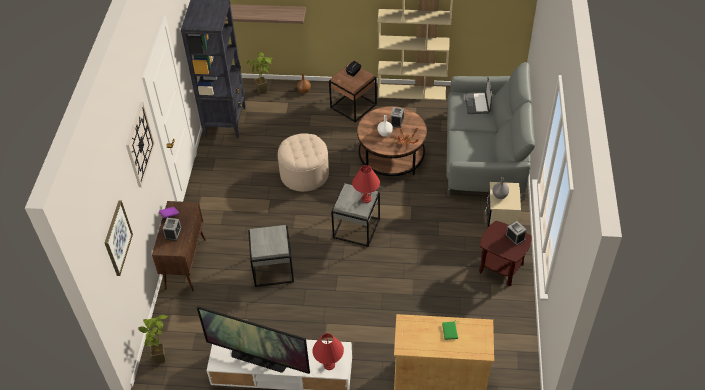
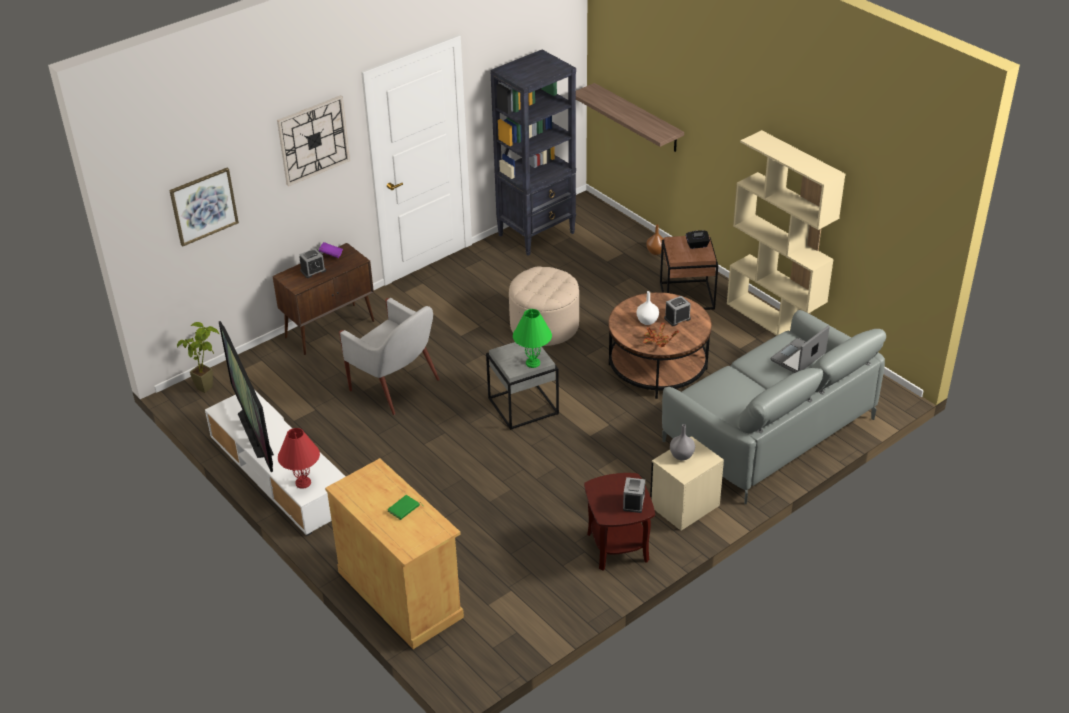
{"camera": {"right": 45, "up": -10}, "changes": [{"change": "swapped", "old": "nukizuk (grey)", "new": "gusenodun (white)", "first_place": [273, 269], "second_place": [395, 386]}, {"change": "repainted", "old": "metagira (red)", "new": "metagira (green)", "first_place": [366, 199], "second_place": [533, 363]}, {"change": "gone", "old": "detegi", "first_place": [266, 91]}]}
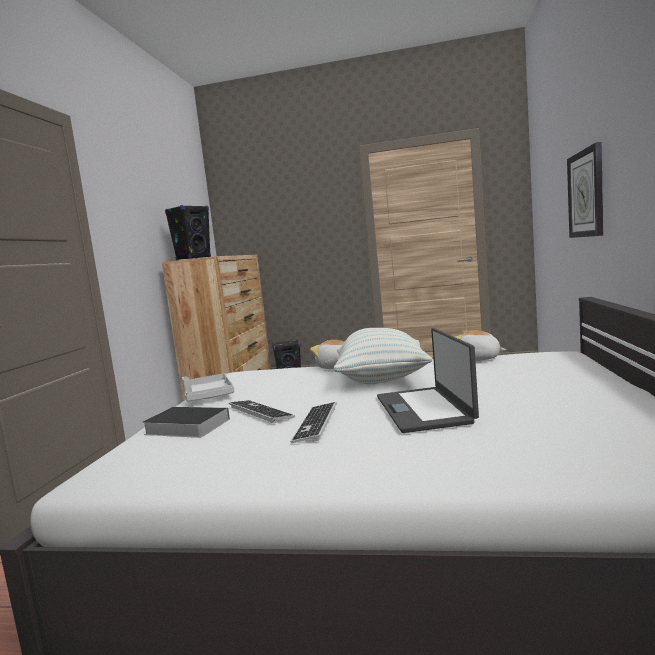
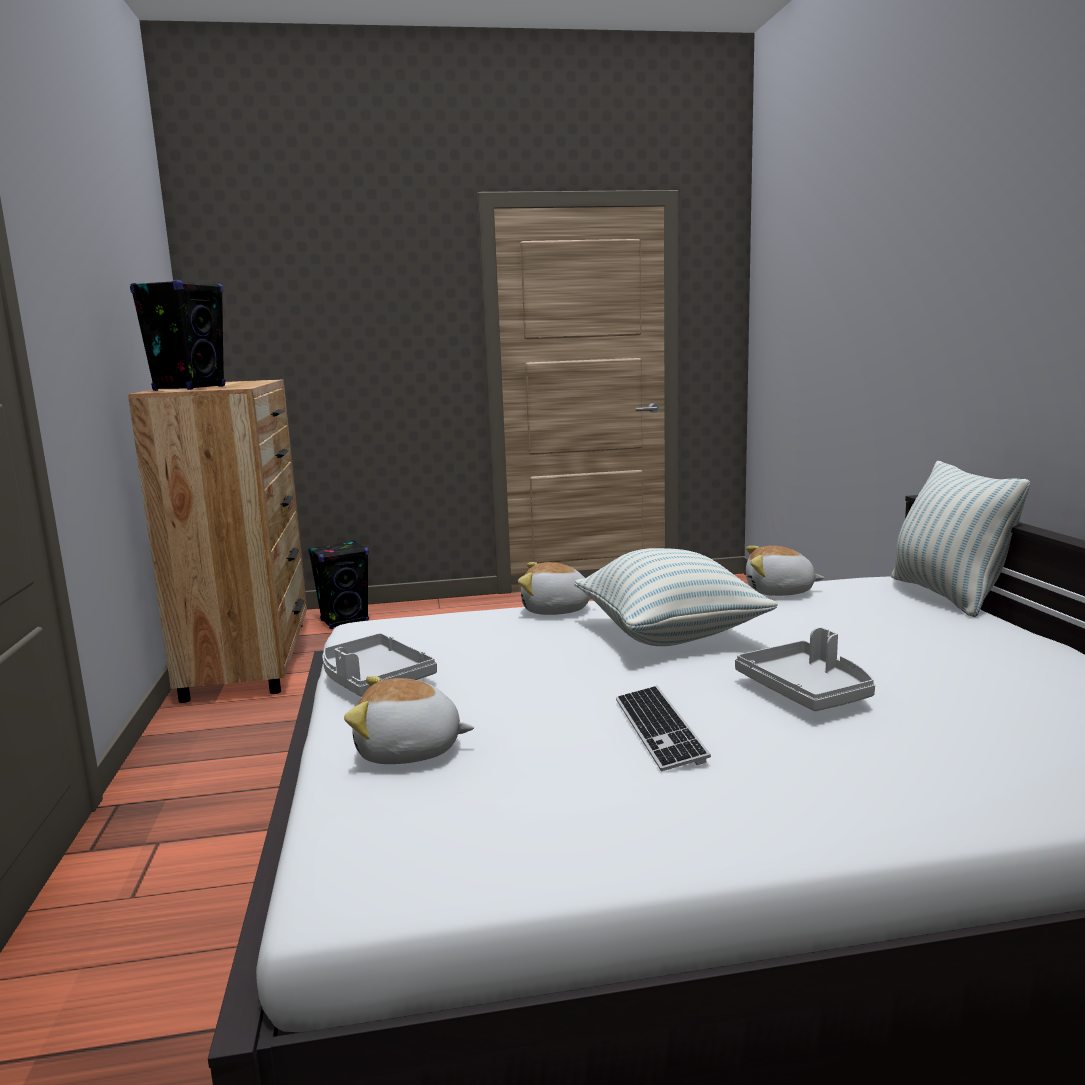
{"camera": {"right": -20, "up": 5}, "changes": [{"change": "swapped", "old": "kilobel", "new": "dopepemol", "first_place": [185, 427], "second_place": [408, 751]}, {"change": "swapped", "old": "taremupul", "new": "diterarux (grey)", "first_place": [424, 409], "second_place": [807, 691]}, {"change": "new", "new": "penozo", "second_place": [947, 595]}, {"change": "gone", "old": "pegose", "first_place": [260, 412]}, {"change": "gone", "old": "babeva", "first_place": [586, 194]}]}
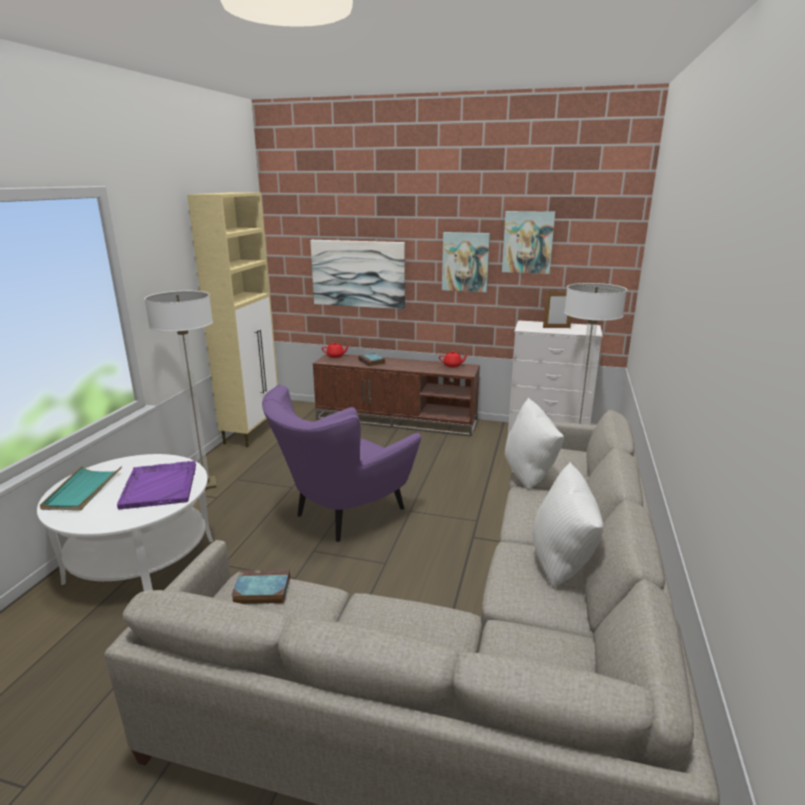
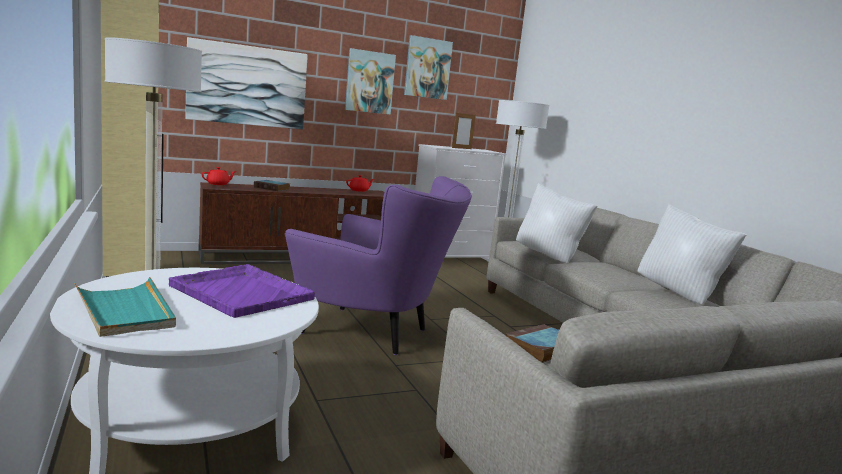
{"camera": {"right": -40, "up": -10}, "changes": [{"change": "rotated", "old": "gusenodun (purple)", "first_place": [343, 515], "second_place": [374, 333], "degrees": -75}]}
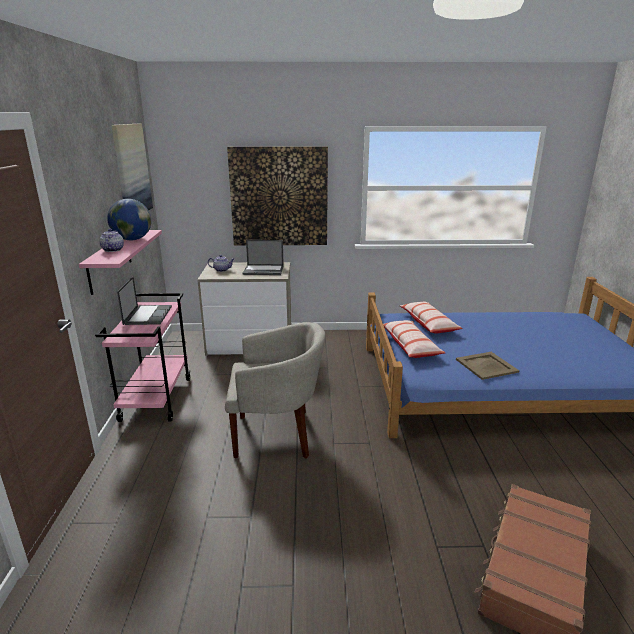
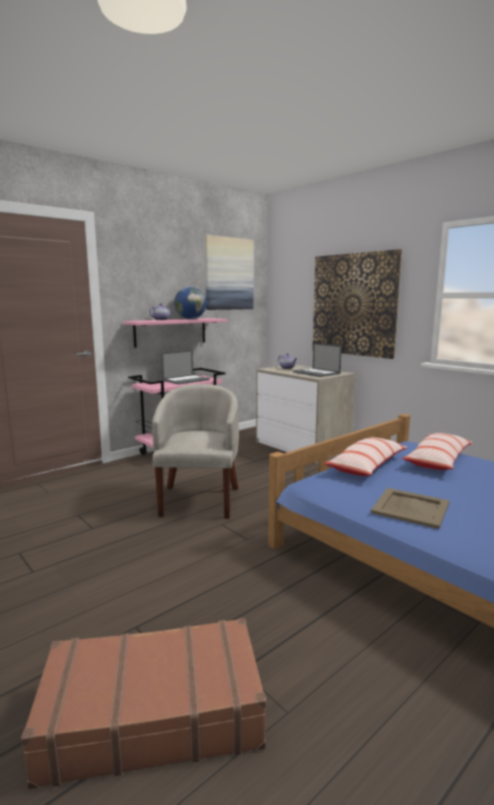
{"camera": {"right": 50, "up": -10}, "changes": [{"change": "rotated", "old": "gusenodun (beige)", "first_place": [277, 434], "second_place": [199, 500], "degrees": -135}]}
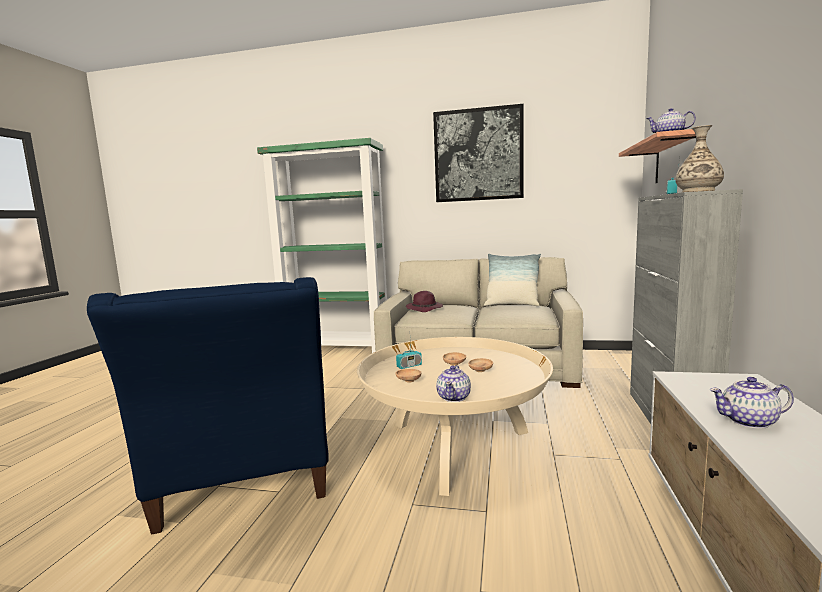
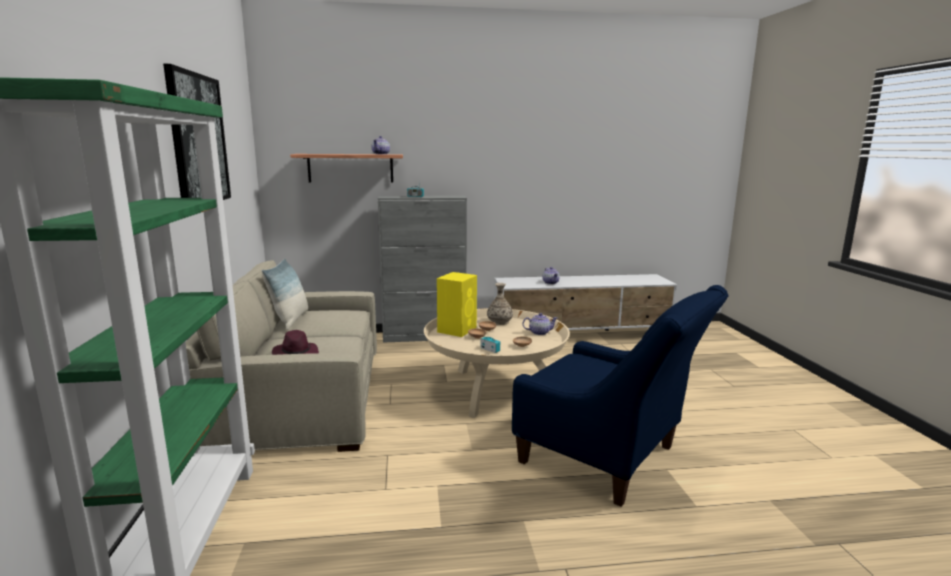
{"camera": {"right": -110, "up": 5}, "changes": [{"change": "new", "new": "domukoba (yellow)", "second_place": [457, 329]}, {"change": "shifted", "old": "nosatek", "first_place": [698, 191], "second_place": [499, 322]}, {"change": "rotated", "old": "gusenodun (blue)", "first_place": [245, 485], "second_place": [608, 459], "degrees": 75}]}
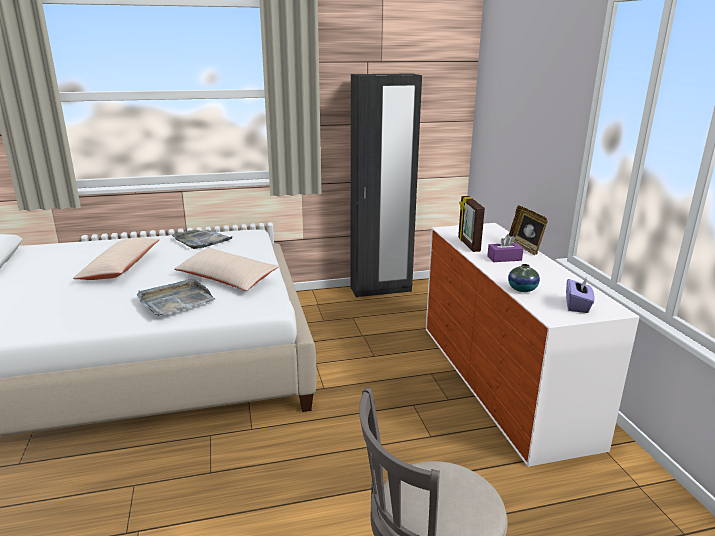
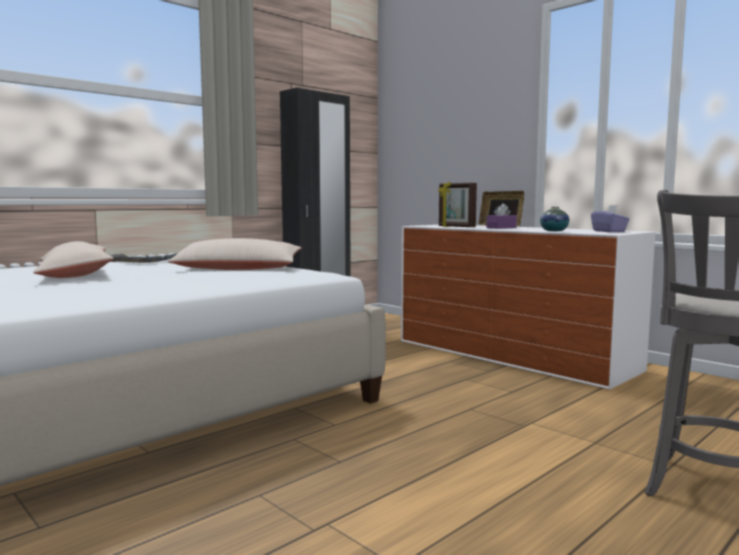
{"camera": {"right": -30, "up": -15}, "changes": [{"change": "gone", "old": "diterarux (grey)", "first_place": [175, 300]}]}
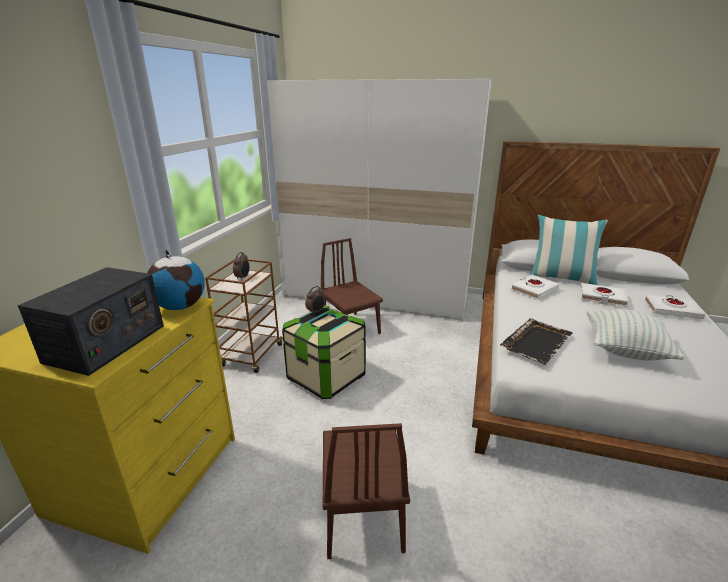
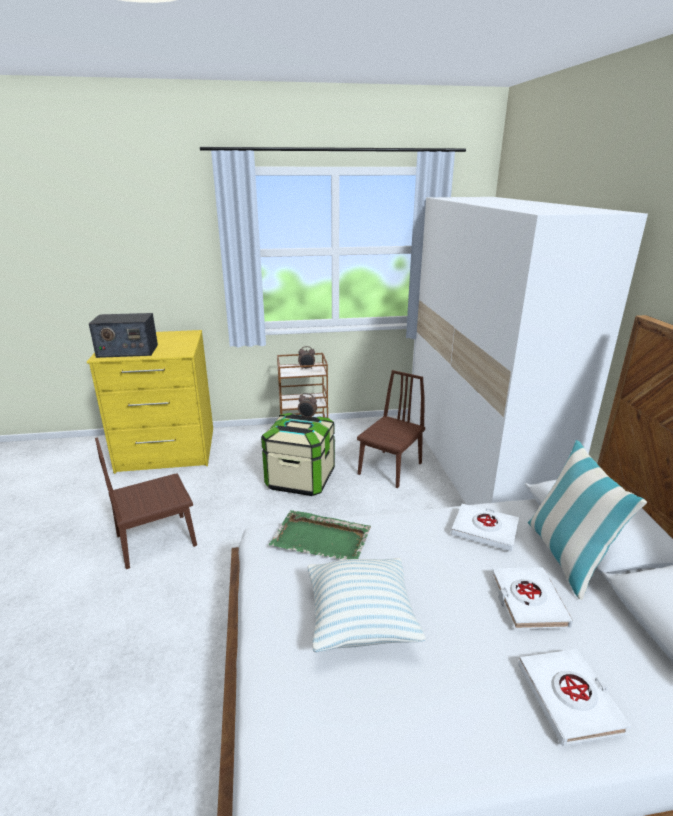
{"camera": {"right": 65, "up": 0}, "changes": [{"change": "repainted", "old": "diterarux (black)", "new": "diterarux (green)", "first_place": [537, 342], "second_place": [322, 539]}, {"change": "gone", "old": "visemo", "first_place": [180, 306]}]}
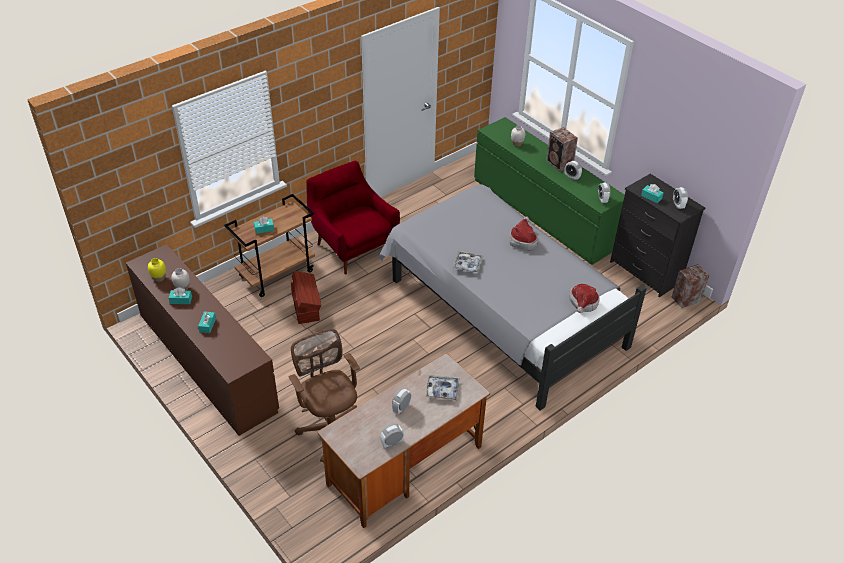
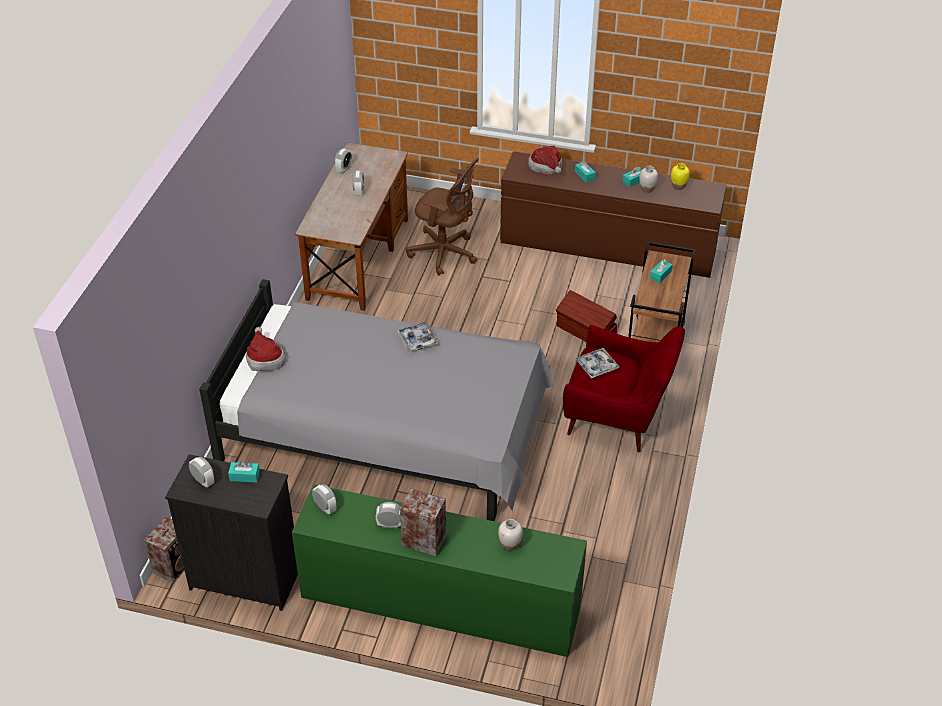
{"camera": {"right": 145, "up": 0}, "changes": [{"change": "shifted", "old": "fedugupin", "first_place": [523, 240], "second_place": [546, 168]}, {"change": "shifted", "old": "diterarux", "first_place": [442, 390], "second_place": [596, 366]}]}
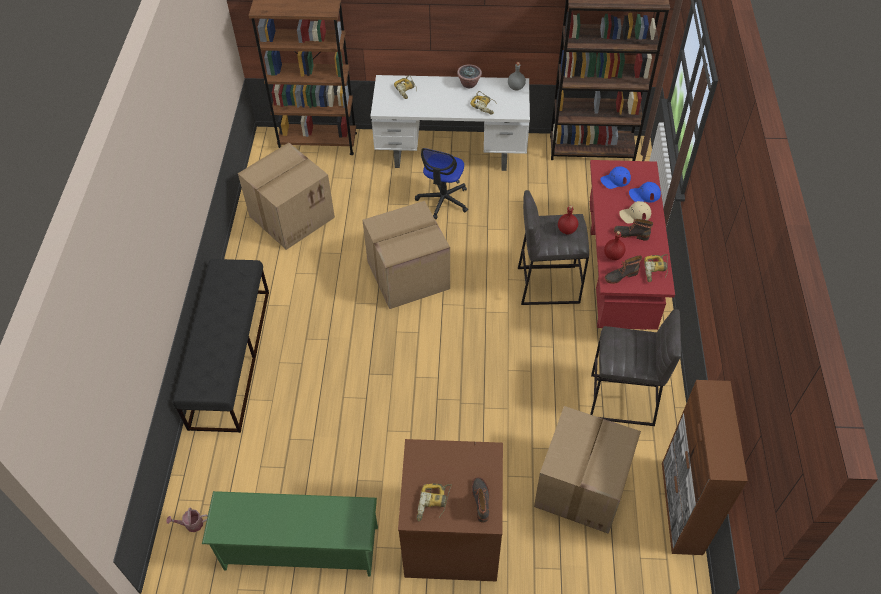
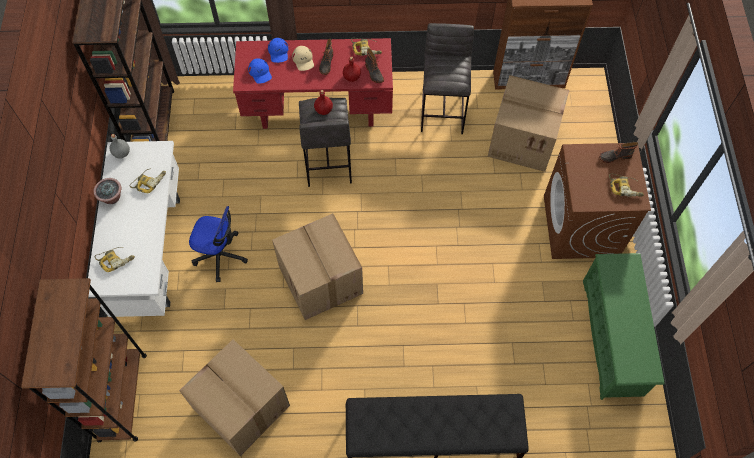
{"camera": {"right": -95, "up": 10}, "changes": [{"change": "gone", "old": "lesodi", "first_place": [191, 524]}]}
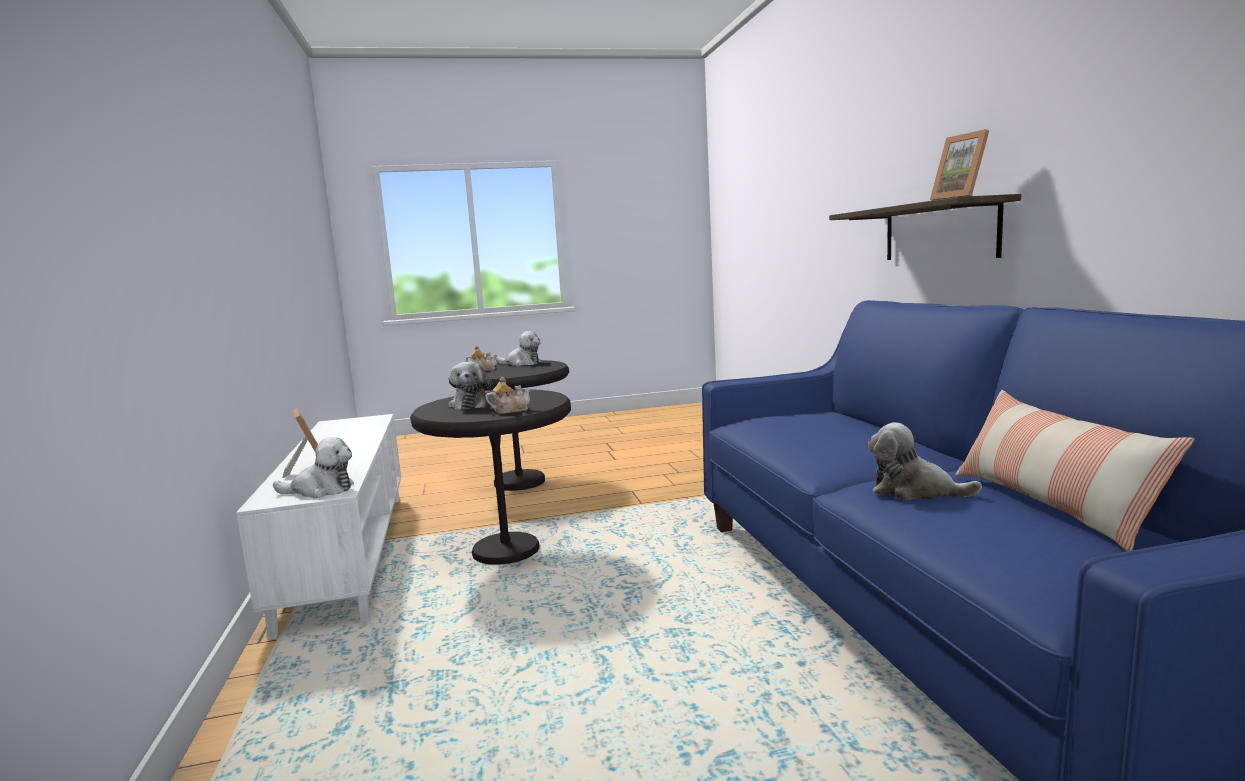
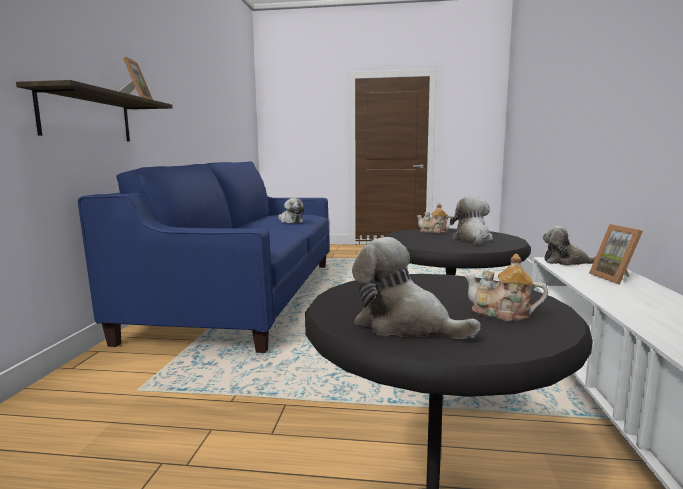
{"camera": {"right": -160, "up": 0}, "changes": [{"change": "gone", "old": "penozo", "first_place": [1050, 505]}]}
